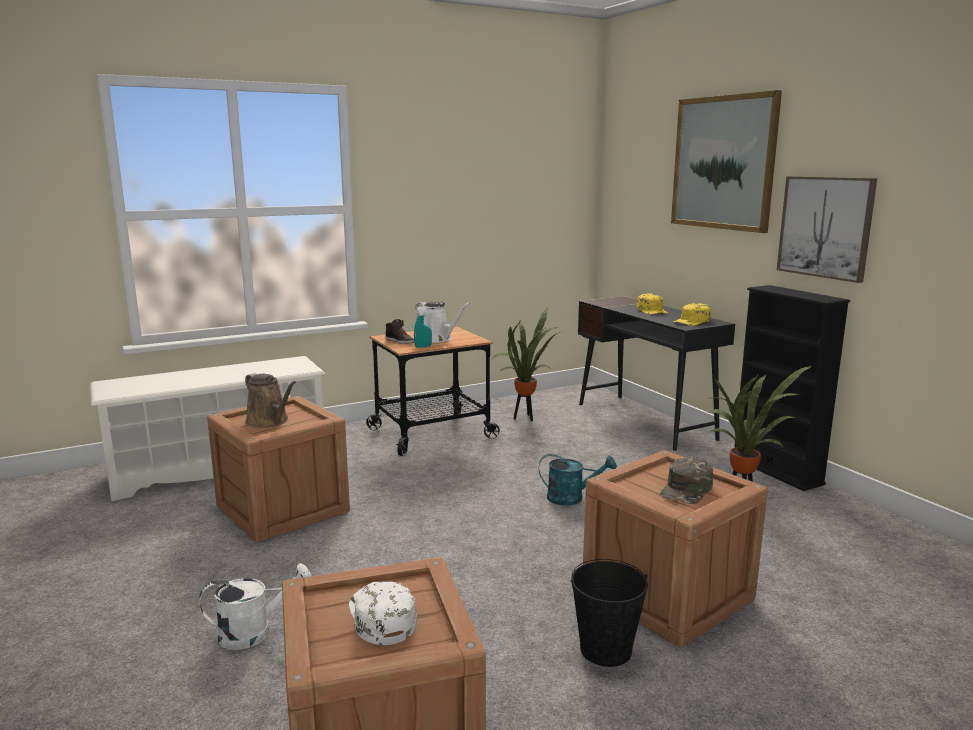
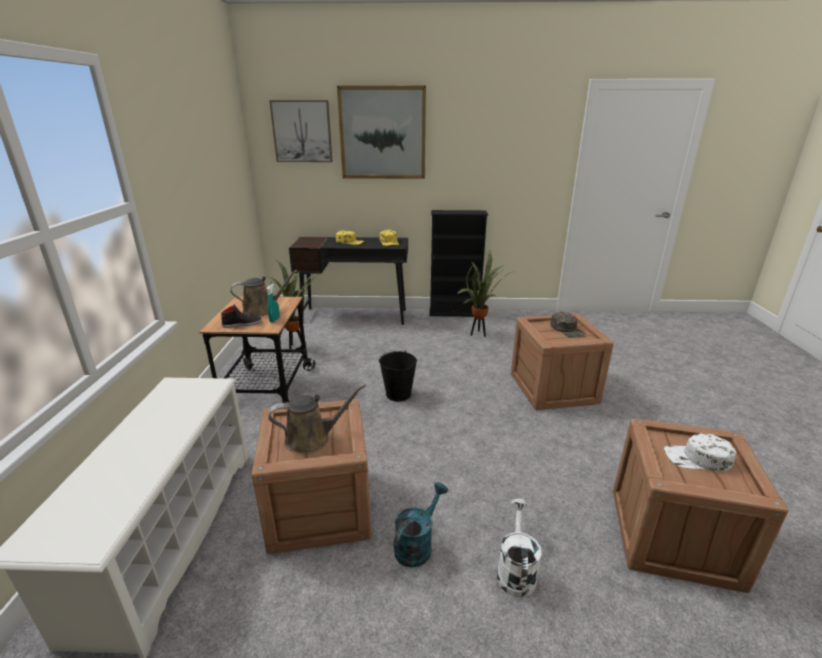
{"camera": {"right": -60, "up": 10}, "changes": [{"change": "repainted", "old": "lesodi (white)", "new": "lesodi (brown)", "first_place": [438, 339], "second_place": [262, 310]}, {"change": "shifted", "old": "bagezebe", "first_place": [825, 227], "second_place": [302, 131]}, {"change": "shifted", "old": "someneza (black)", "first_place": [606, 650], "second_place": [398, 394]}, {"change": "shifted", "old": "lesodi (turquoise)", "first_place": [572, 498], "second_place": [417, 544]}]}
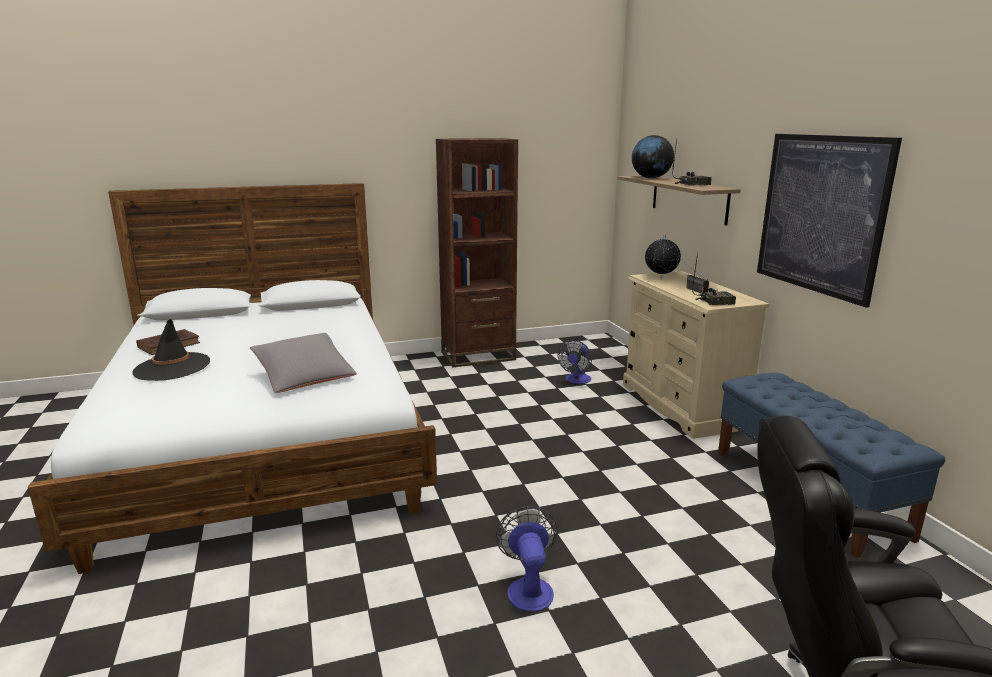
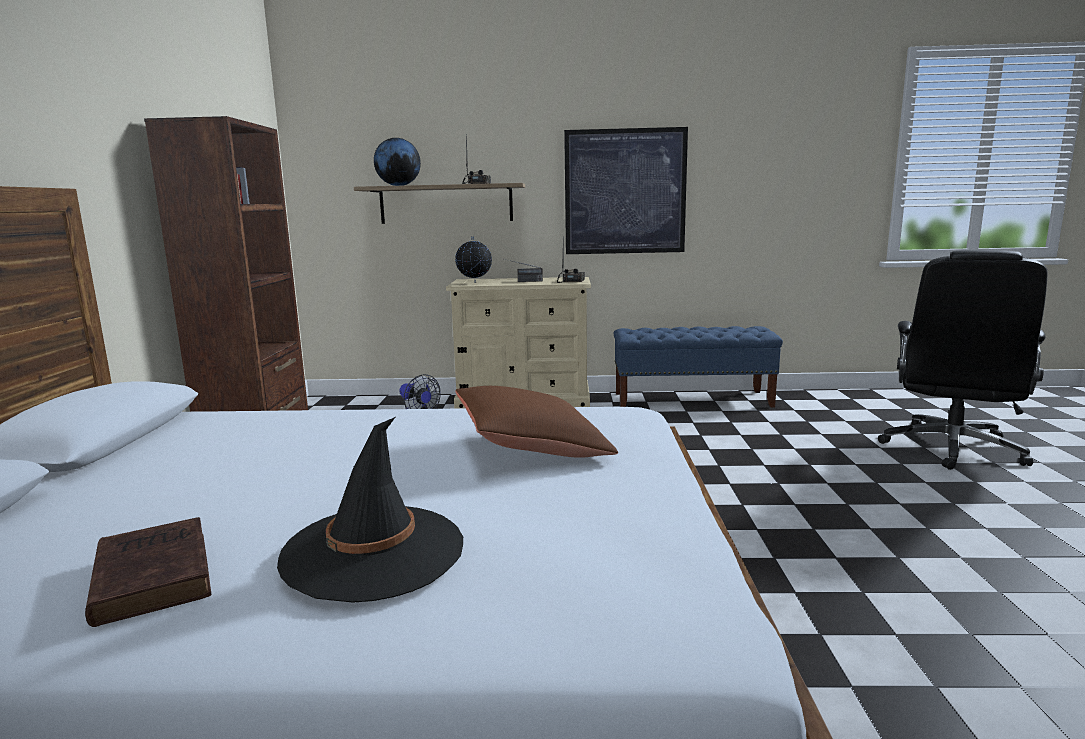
{"camera": {"right": -70, "up": -5}, "changes": [{"change": "repainted", "old": "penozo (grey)", "new": "penozo (brown)", "first_place": [304, 376], "second_place": [532, 446]}, {"change": "gone", "old": "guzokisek", "first_place": [528, 588]}]}
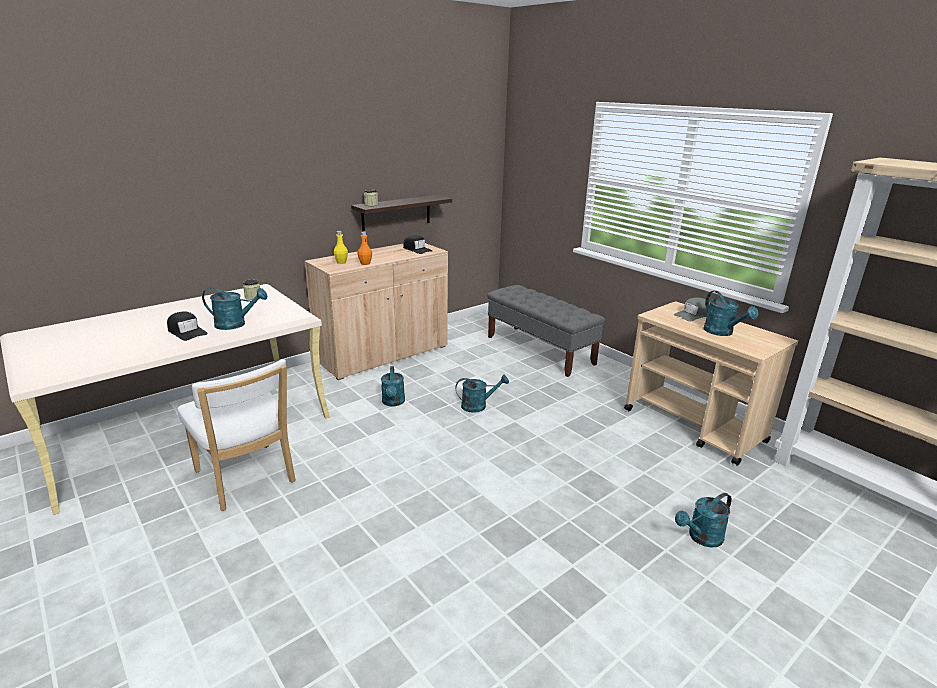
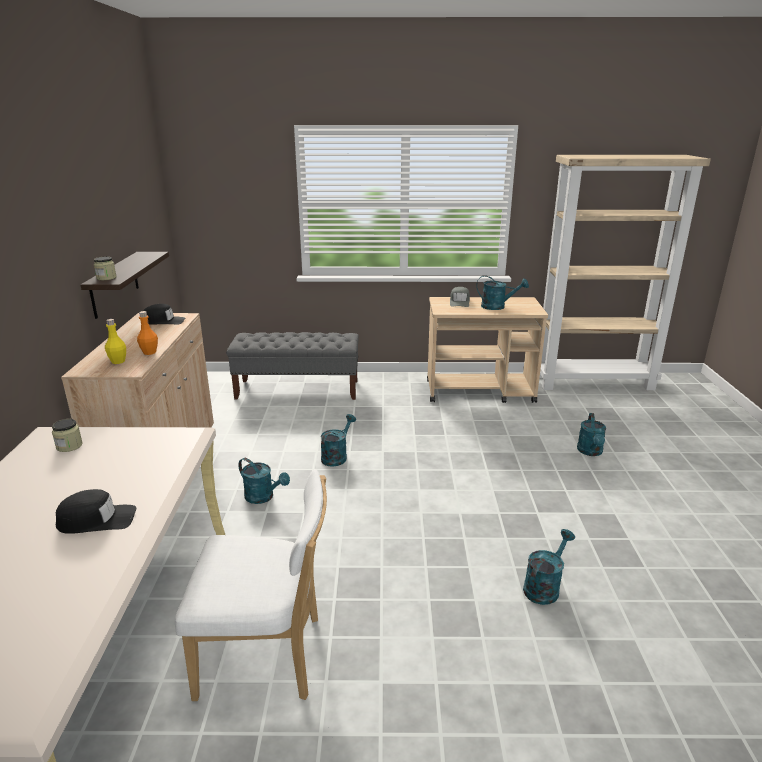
{"camera": {"right": -50, "up": 0}, "changes": [{"change": "shifted", "old": "lesodi (turquoise)", "first_place": [236, 324], "second_place": [544, 586]}]}
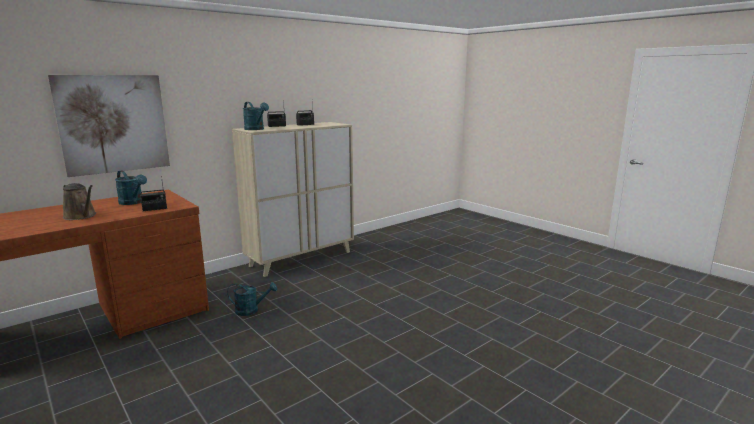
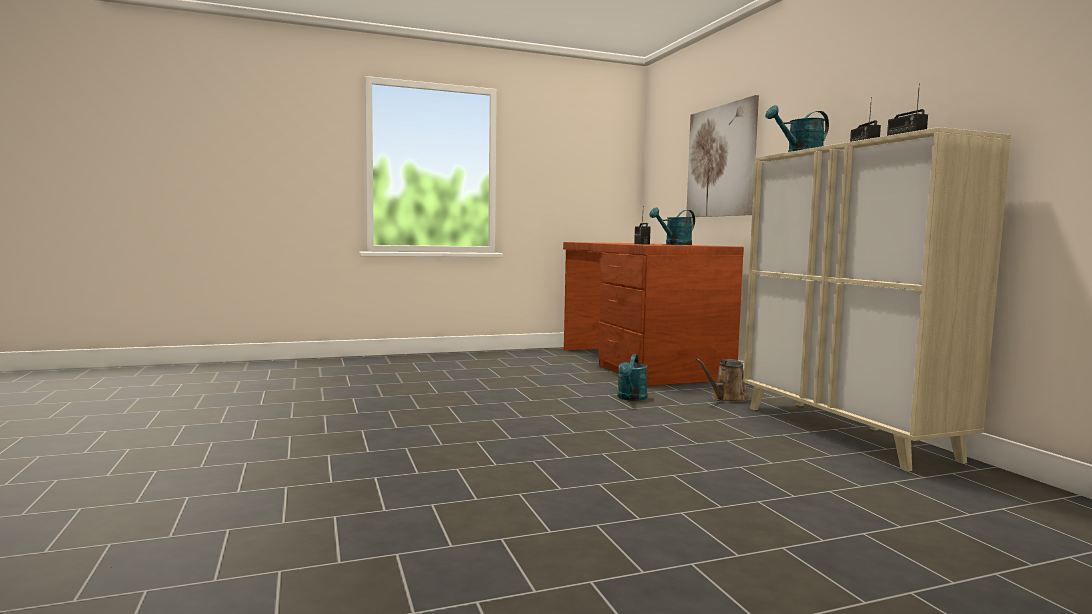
{"camera": {"right": 110, "up": -10}, "changes": [{"change": "shifted", "old": "lesodi (brown)", "first_place": [81, 216], "second_place": [727, 399]}]}
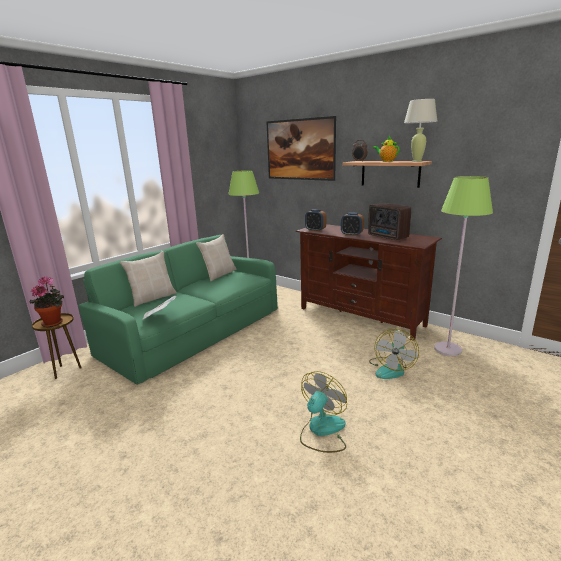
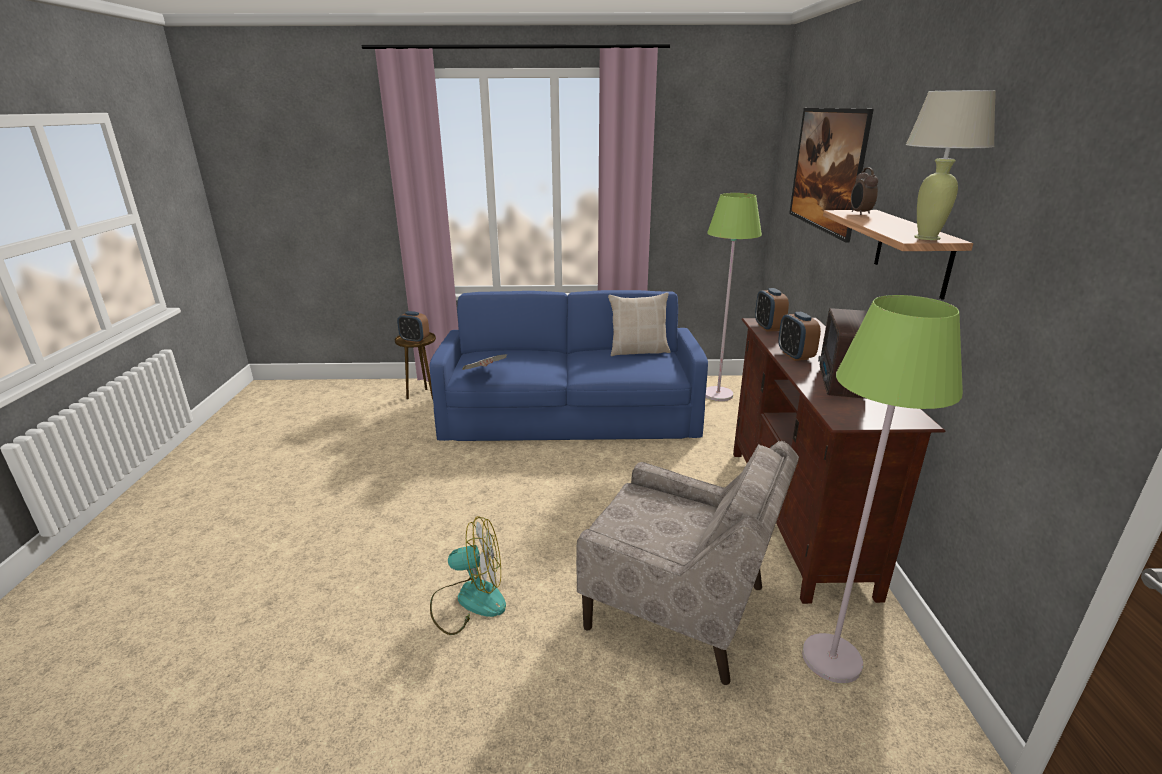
{"camera": {"right": 50, "up": 5}, "changes": [{"change": "swapped", "old": "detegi", "new": "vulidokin", "first_place": [54, 322], "second_place": [414, 340]}, {"change": "repainted", "old": "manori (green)", "new": "manori (blue)", "first_place": [193, 329], "second_place": [570, 411]}, {"change": "swapped", "old": "guzokisek", "new": "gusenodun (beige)", "first_place": [391, 369], "second_place": [678, 609]}, {"change": "gone", "old": "penozo (beige)", "first_place": [152, 298]}, {"change": "gone", "old": "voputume", "first_place": [386, 161]}]}
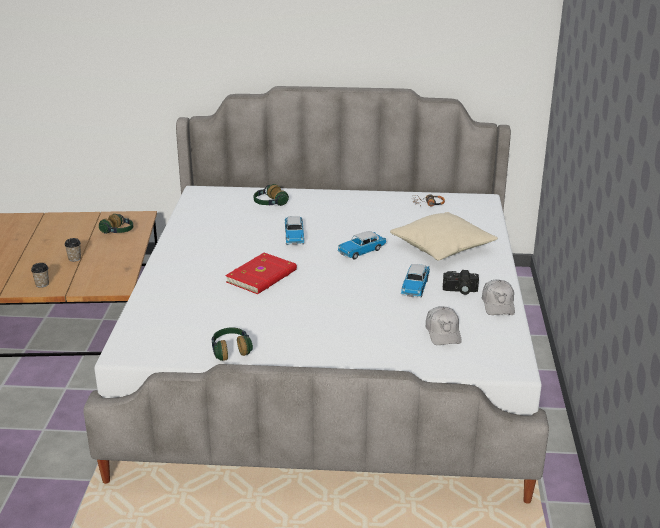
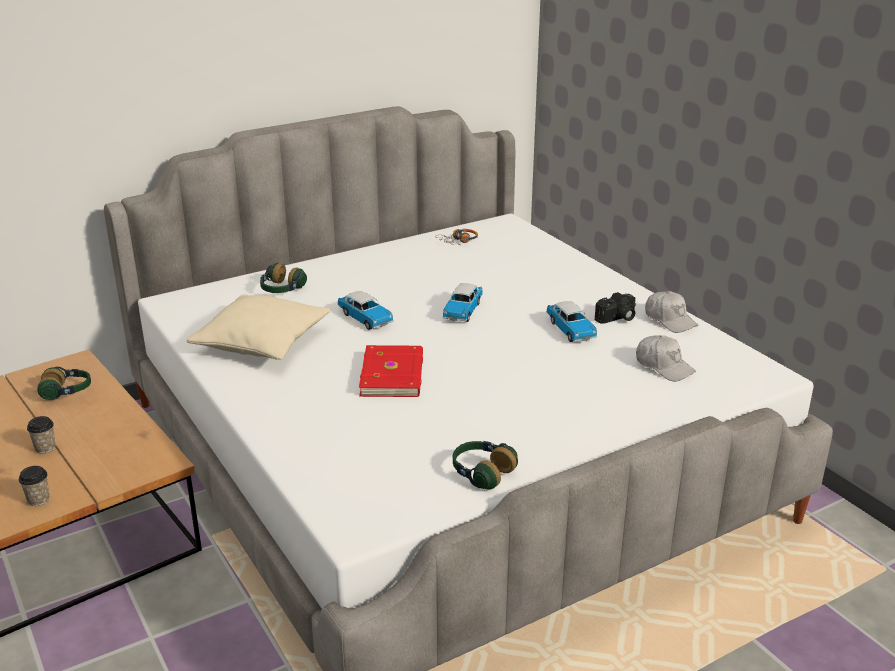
{"camera": {"right": -35, "up": 0}, "changes": [{"change": "shifted", "old": "penozo (beige)", "first_place": [442, 248], "second_place": [262, 342]}]}
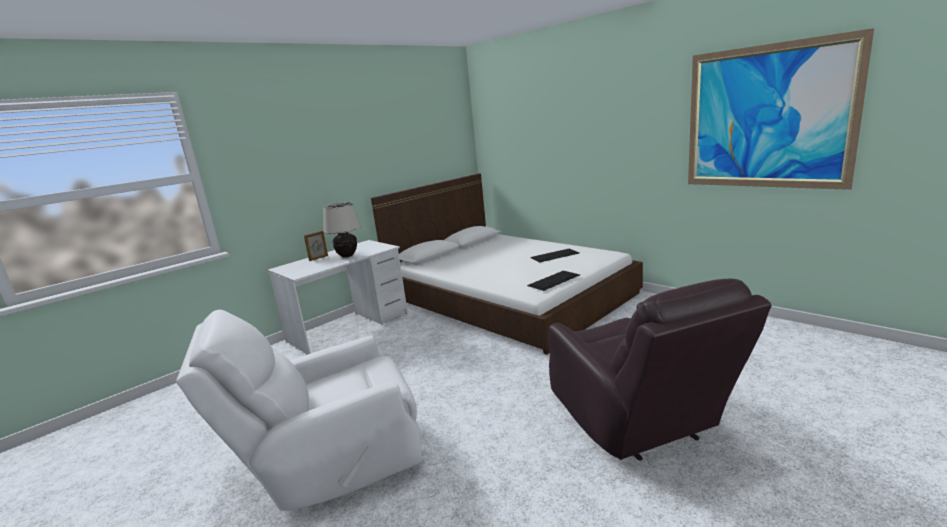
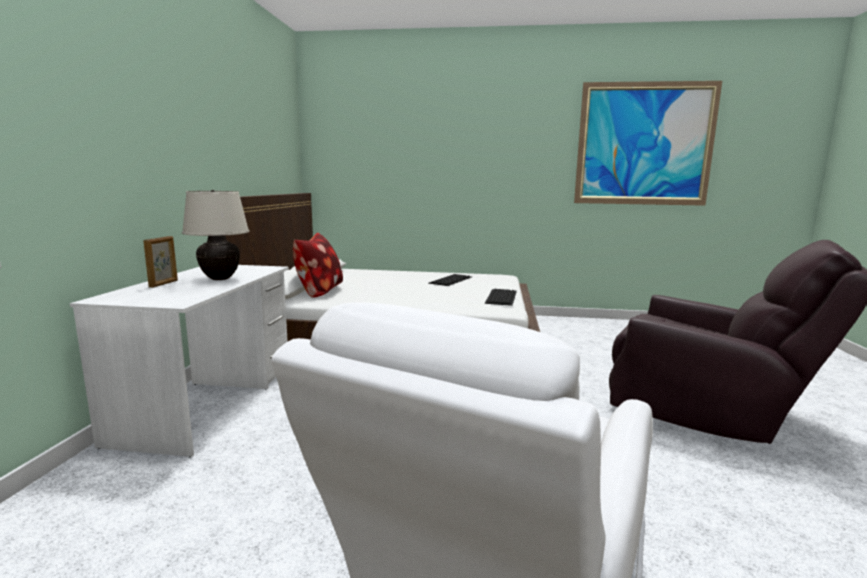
{"camera": {"right": -40, "up": -5}, "changes": [{"change": "new", "new": "penozo", "second_place": [319, 292]}]}
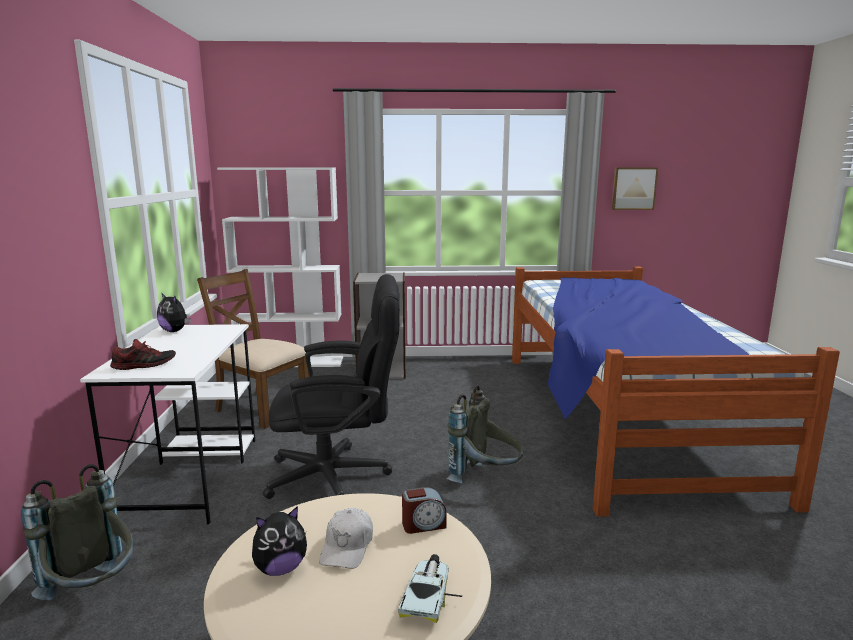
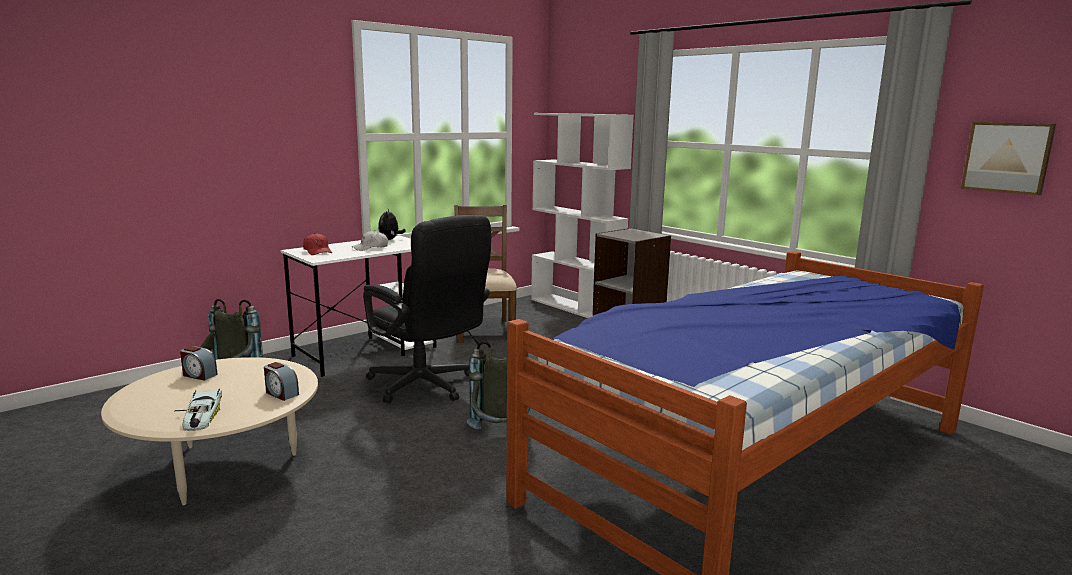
{"camera": {"right": 50, "up": 0}, "changes": [{"change": "rotated", "old": "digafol", "first_place": [428, 593], "second_place": [200, 415], "degrees": 105}, {"change": "swapped", "old": "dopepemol", "new": "vulidokin", "first_place": [280, 568], "second_place": [199, 375]}, {"change": "swapped", "old": "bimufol", "new": "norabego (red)", "first_place": [144, 365], "second_place": [317, 251]}, {"change": "shifted", "old": "norabego (white)", "first_place": [347, 547], "second_place": [370, 248]}]}
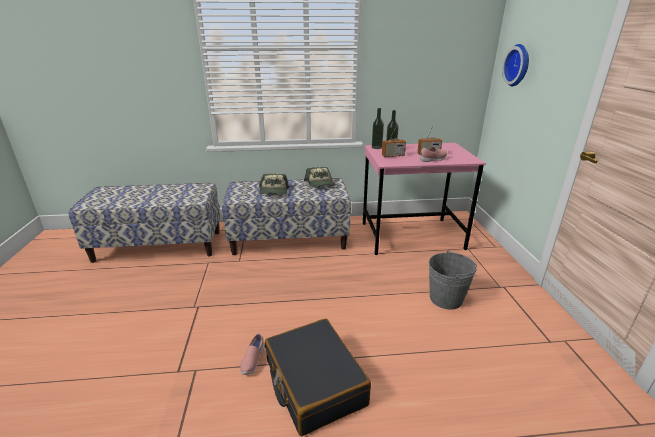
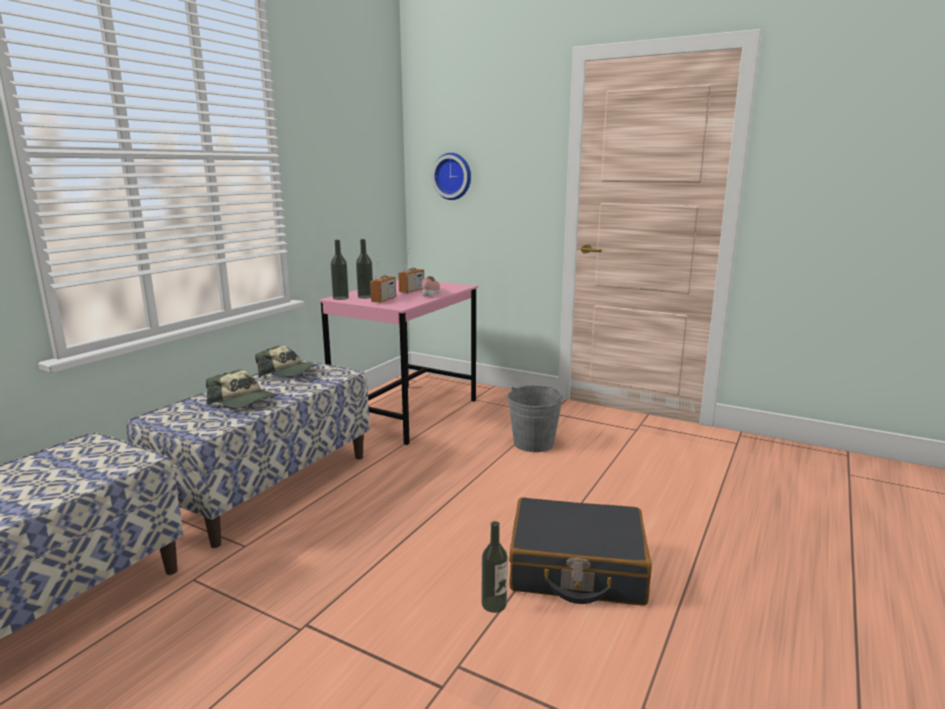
{"camera": {"right": -55, "up": -10}, "changes": [{"change": "swapped", "old": "bimufol (pink)", "new": "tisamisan", "first_place": [252, 361], "second_place": [494, 604]}]}
